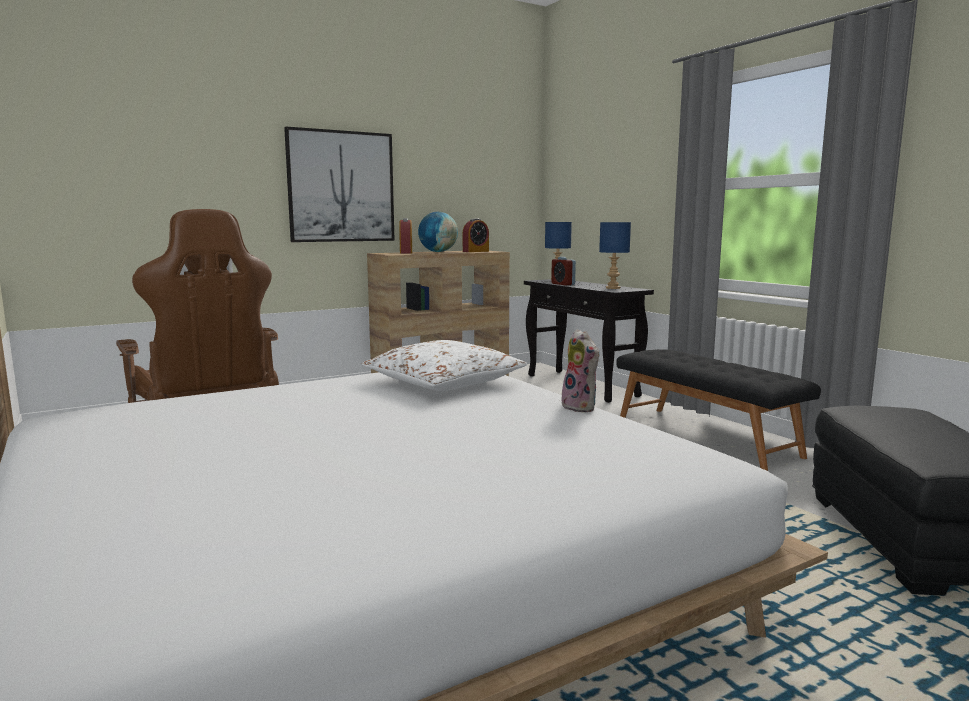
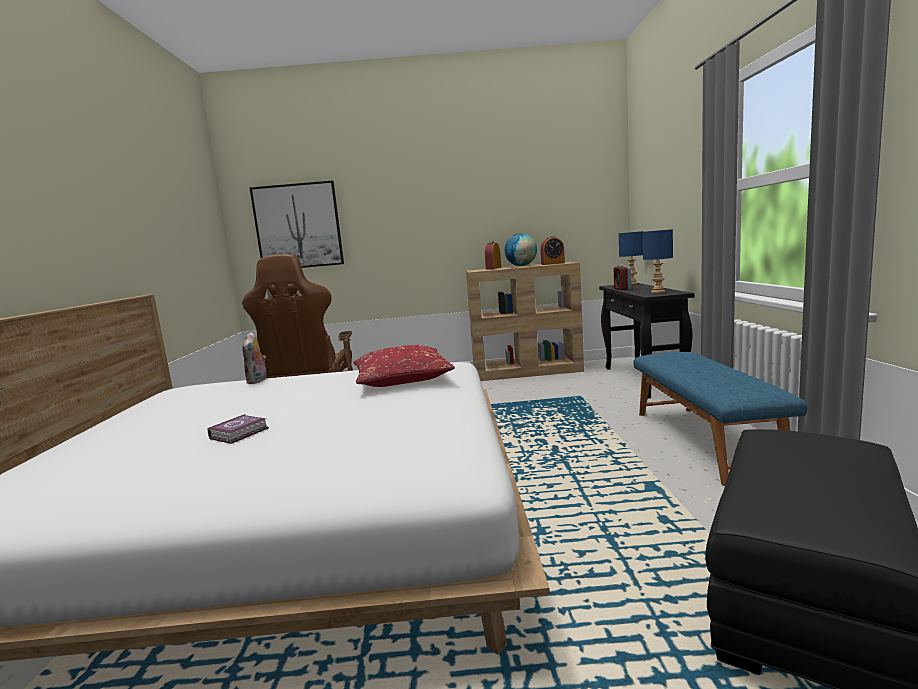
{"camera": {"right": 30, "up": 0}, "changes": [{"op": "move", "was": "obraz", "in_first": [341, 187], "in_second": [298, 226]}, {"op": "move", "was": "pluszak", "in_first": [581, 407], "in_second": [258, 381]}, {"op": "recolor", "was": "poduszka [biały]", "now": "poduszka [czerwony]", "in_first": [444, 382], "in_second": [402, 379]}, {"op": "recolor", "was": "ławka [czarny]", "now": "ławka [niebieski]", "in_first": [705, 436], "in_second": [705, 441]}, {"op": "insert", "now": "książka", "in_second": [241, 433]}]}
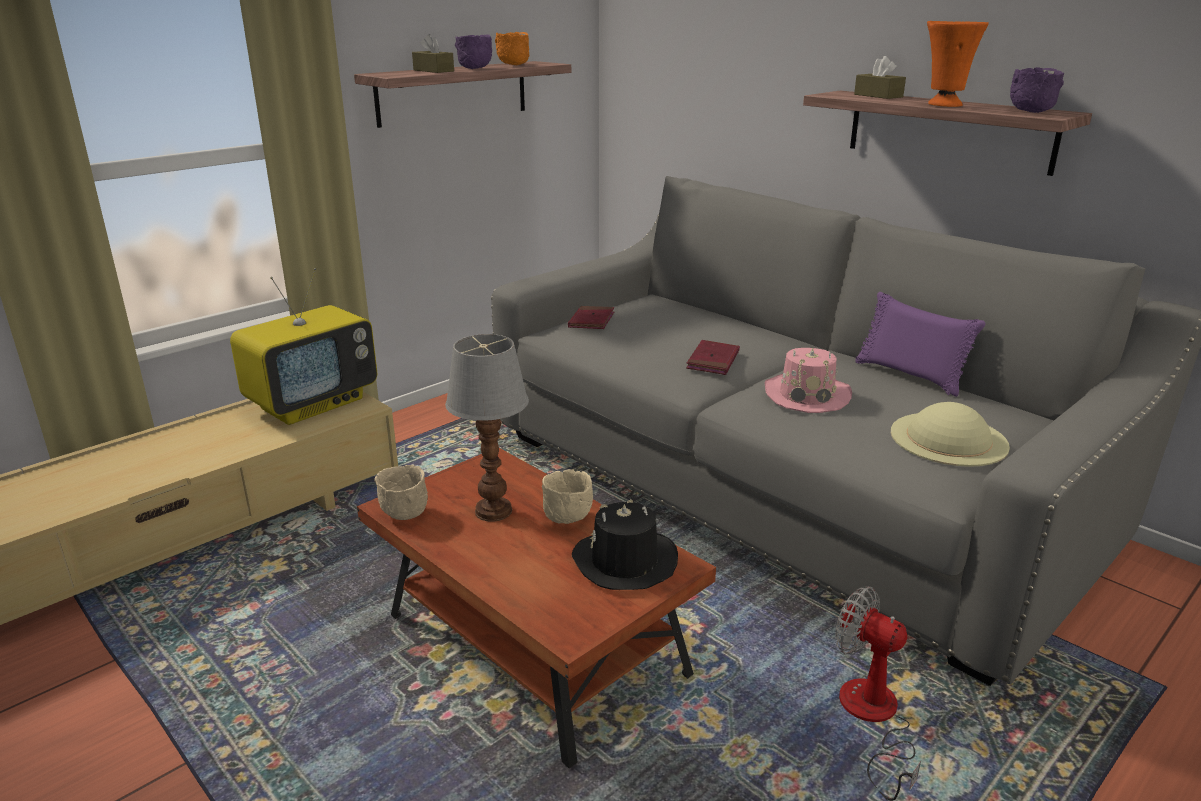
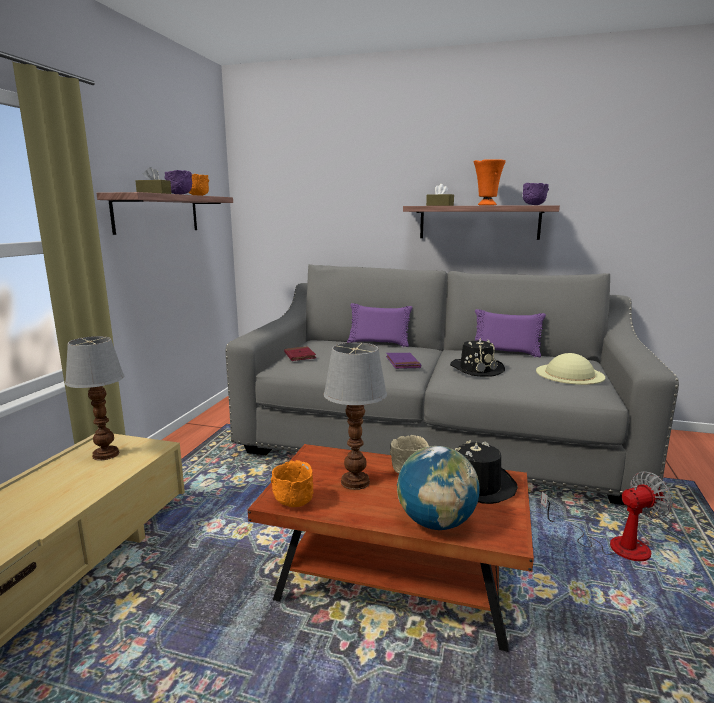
{"camera": {"right": -30, "up": -10}, "changes": [{"op": "replace", "was": "telewizor", "now": "lampa stołowa", "in_first": [313, 403], "in_second": [106, 454]}, {"op": "recolor", "was": "książka [czerwony]", "now": "książka [fioletowy]", "in_first": [713, 361], "in_second": [403, 363]}, {"op": "recolor", "was": "kapelusz [różowy]", "now": "kapelusz [czarny]", "in_first": [807, 395], "in_second": [476, 369]}, {"op": "recolor", "was": "miska [beżowy]", "now": "miska [pomarańczowy]", "in_first": [405, 513], "in_second": [293, 502]}, {"op": "rotate", "was": "wentylator", "in_first": [872, 719], "in_second": [613, 545], "clockwise": 150}, {"op": "insert", "now": "poduszka [fioletowy]", "in_second": [378, 344]}, {"op": "insert", "now": "globus", "in_second": [436, 523]}]}
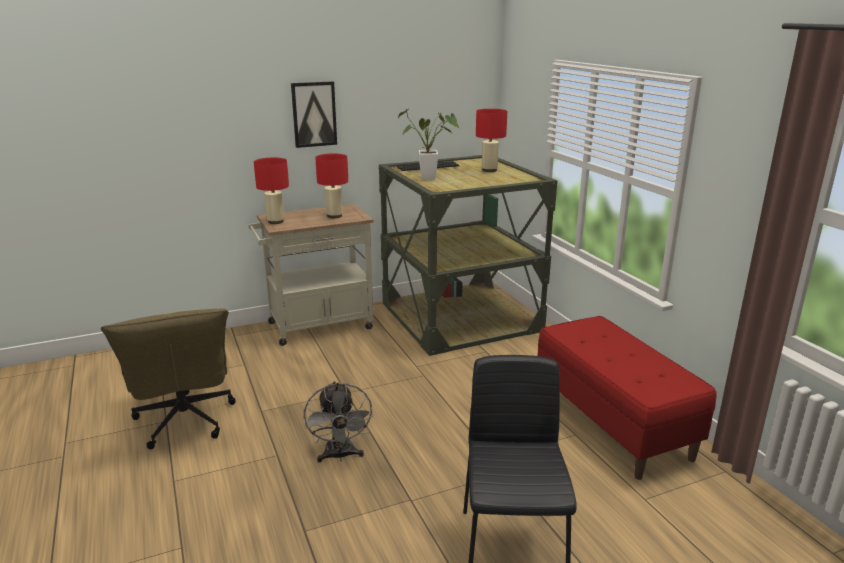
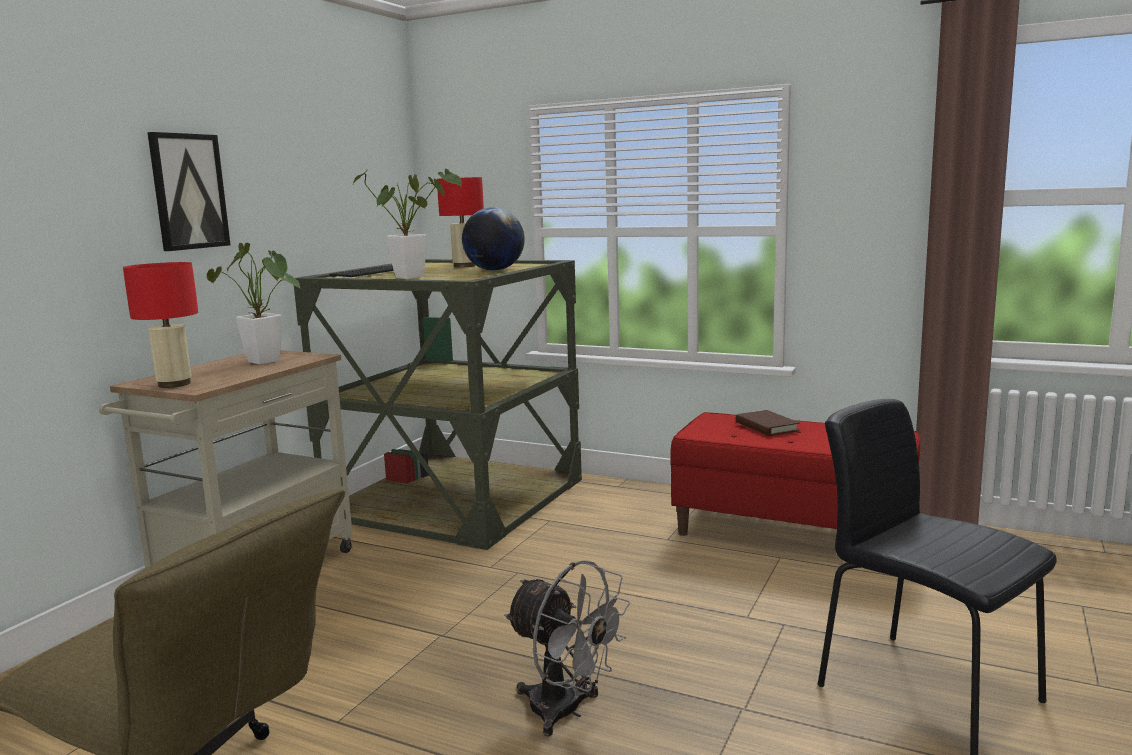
{"camera": {"right": -40, "up": -10}, "changes": [{"op": "replace", "was": "lampa stołowa [czerwony]", "now": "roślina doniczkowa", "in_first": [334, 216], "in_second": [267, 362]}, {"op": "insert", "now": "globus", "in_second": [495, 270]}, {"op": "insert", "now": "książka [brązowy]", "in_second": [766, 427]}]}
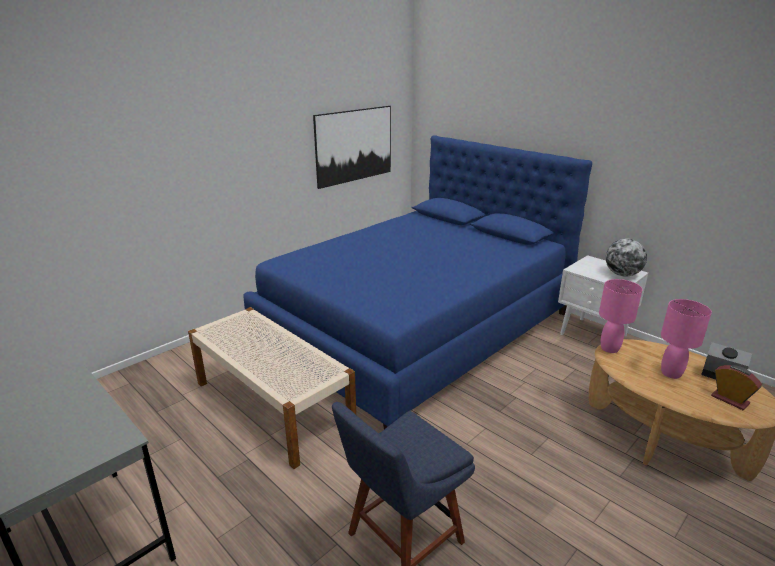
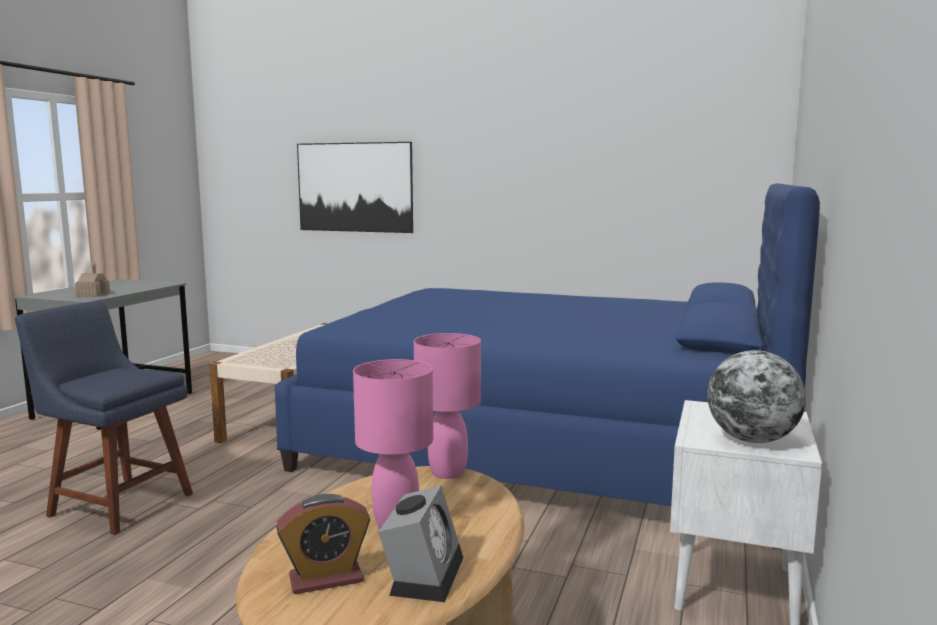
{"camera": {"right": 65, "up": -15}, "changes": [{"op": "move", "was": "obraz", "in_first": [354, 145], "in_second": [354, 187]}, {"op": "rotate", "was": "budzik", "in_first": [730, 400], "in_second": [326, 579], "clockwise": 45}, {"op": "insert", "now": "domek", "in_second": [93, 294]}]}
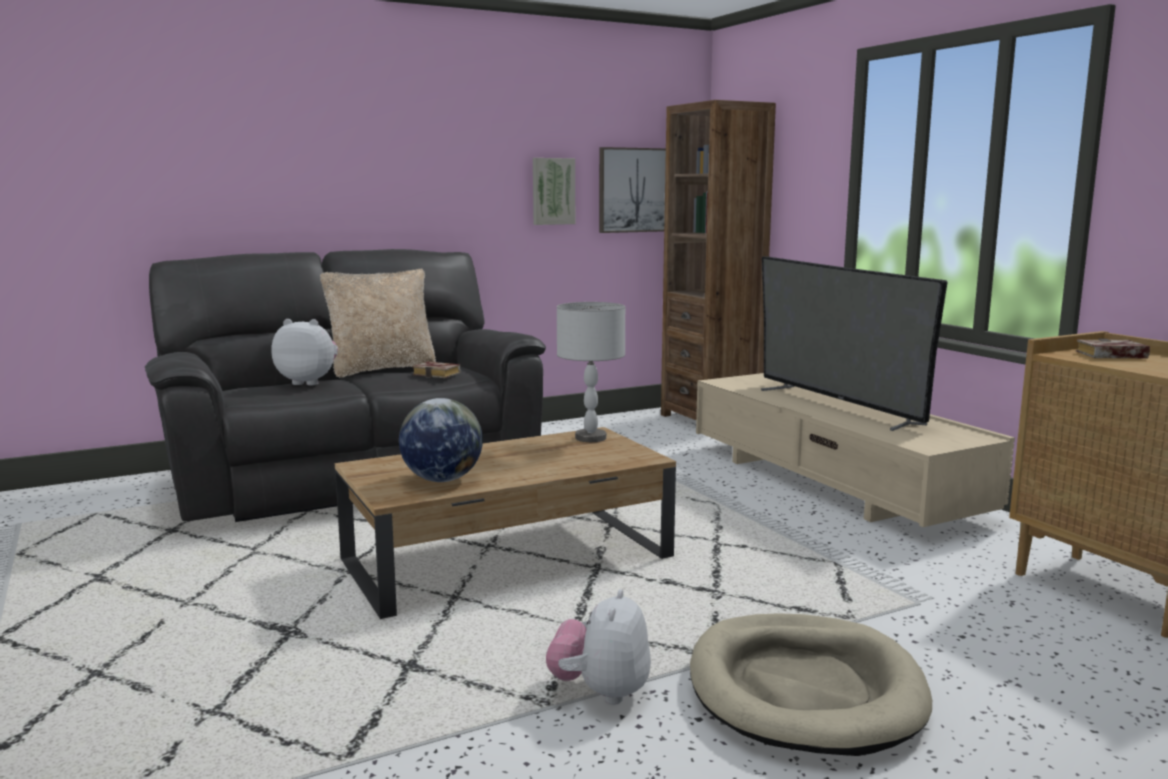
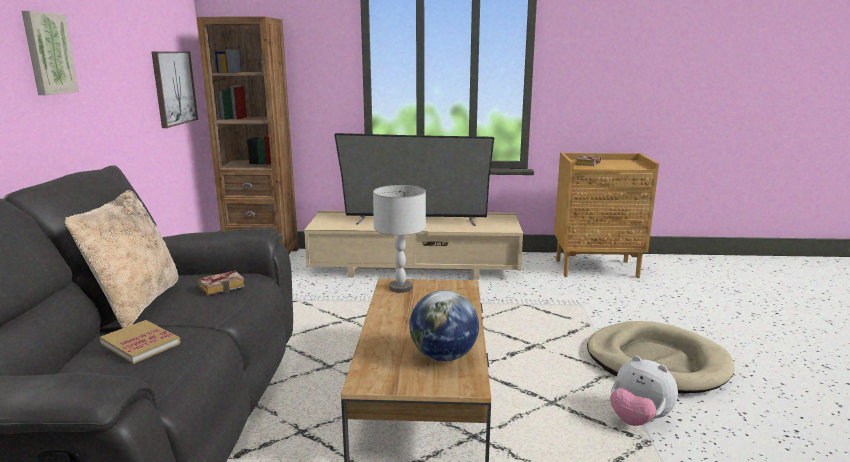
{"camera": {"right": -60, "up": 5}, "changes": [{"op": "move", "was": "obraz", "in_first": [552, 191], "in_second": [48, 53]}, {"op": "replace", "was": "pluszak", "now": "książka", "in_first": [309, 382], "in_second": [141, 344]}]}
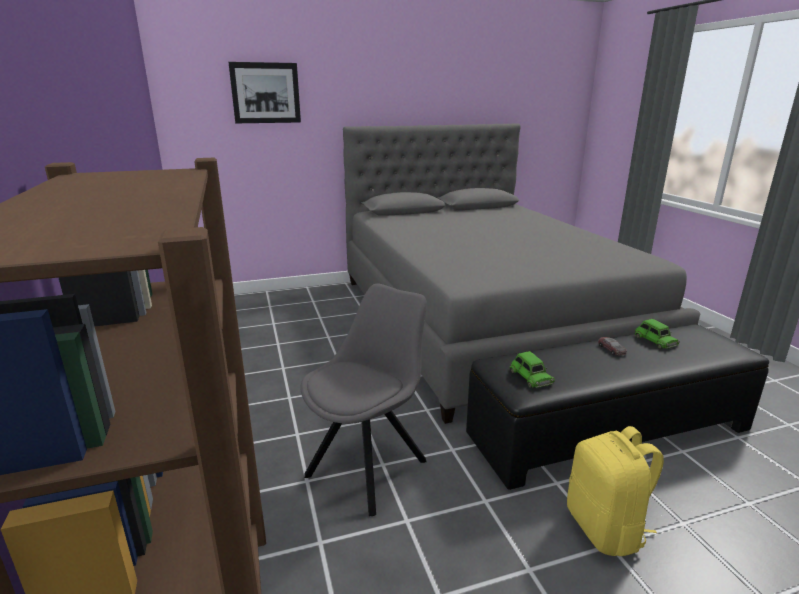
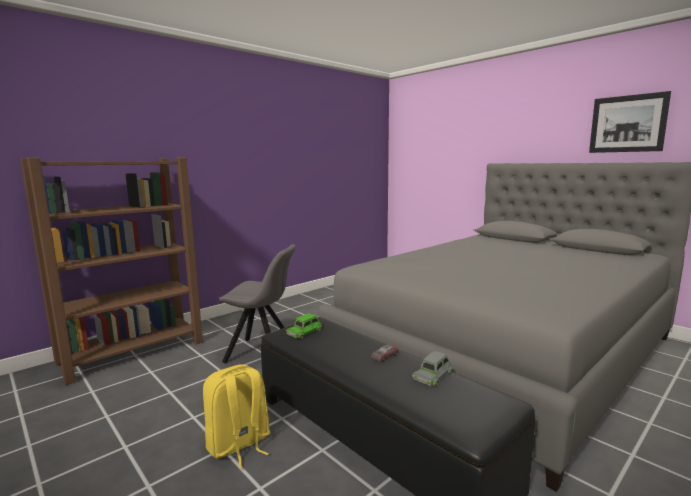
{"camera": {"right": 65, "up": -10}, "changes": [{"op": "move", "was": "obraz", "in_first": [265, 93], "in_second": [627, 124]}, {"op": "recolor", "was": "samochodzik [zielony]", "now": "samochodzik [szary]", "in_first": [655, 340], "in_second": [432, 375]}]}
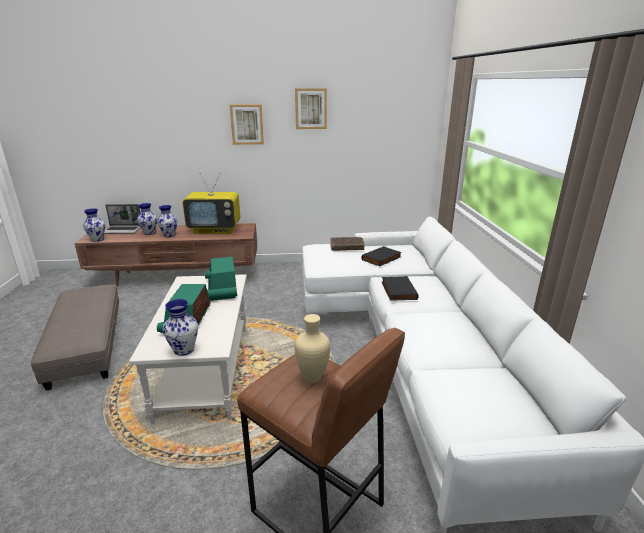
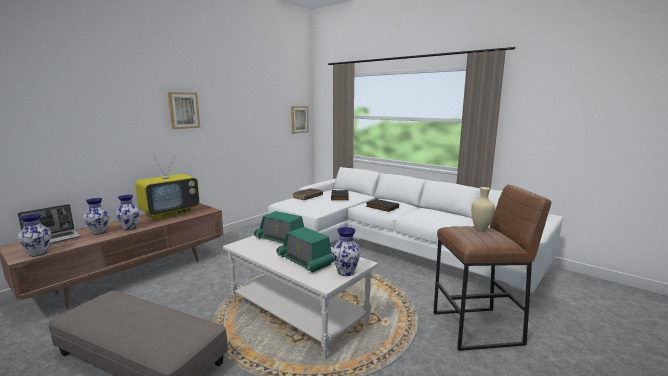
{"camera": {"right": -45, "up": -10}, "changes": [{"op": "move", "was": "obraz", "in_first": [311, 109], "in_second": [299, 119]}]}
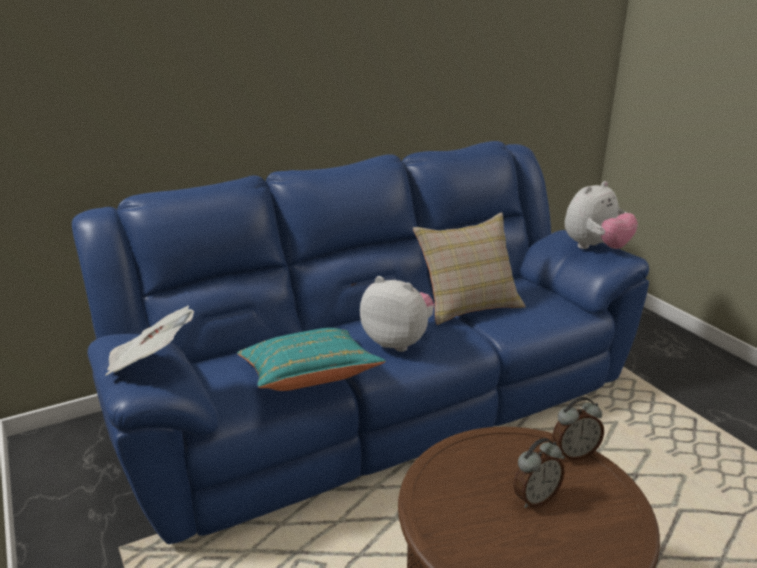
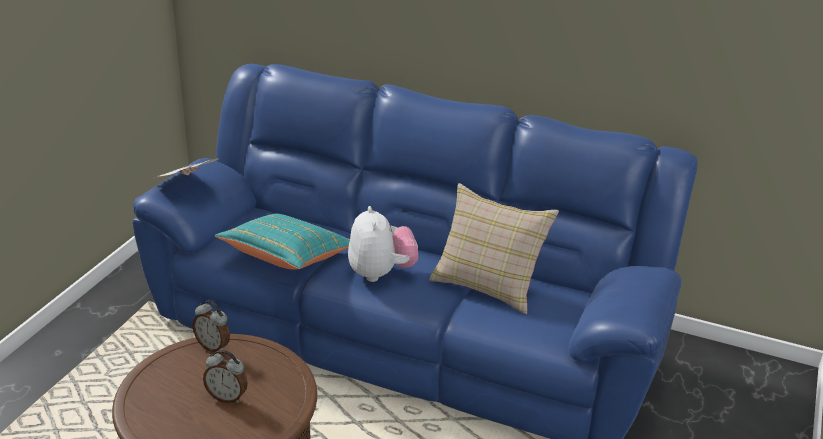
{"camera": {"right": 50, "up": 5}, "changes": [{"op": "delete", "was": "pluszak", "in_first": [595, 248]}, {"op": "move", "was": "budzik", "in_first": [574, 453], "in_second": [213, 346]}]}
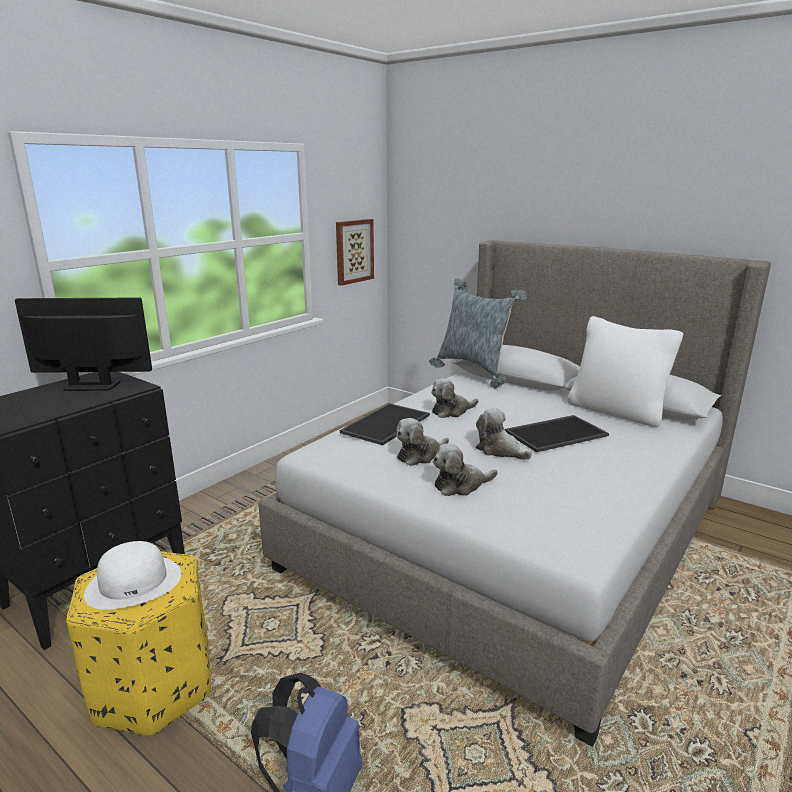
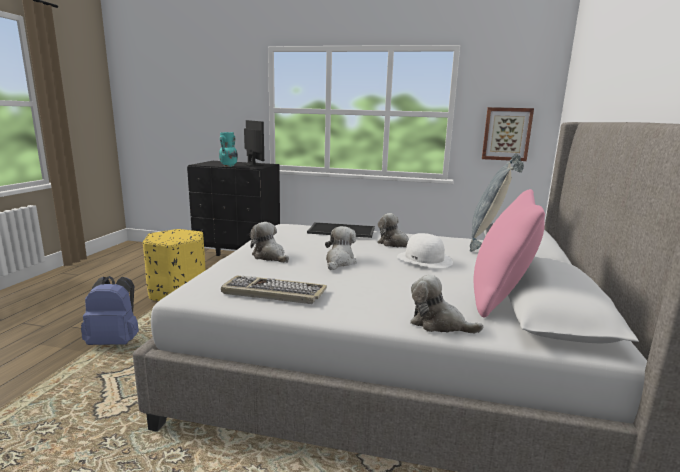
{"camera": {"right": 65, "up": -5}, "changes": [{"op": "recolor", "was": "poduszka [biały]", "now": "poduszka [różowy]", "in_first": [616, 411], "in_second": [499, 298]}, {"op": "delete", "was": "taca", "in_first": [556, 433]}, {"op": "move", "was": "pluszak", "in_first": [420, 455], "in_second": [438, 324]}, {"op": "move", "was": "kapelusz [biały]", "in_first": [134, 582], "in_second": [424, 259]}, {"op": "insert", "now": "wazon [turkusowy]", "in_second": [228, 166]}, {"op": "insert", "now": "klawiatura", "in_second": [272, 292]}]}
